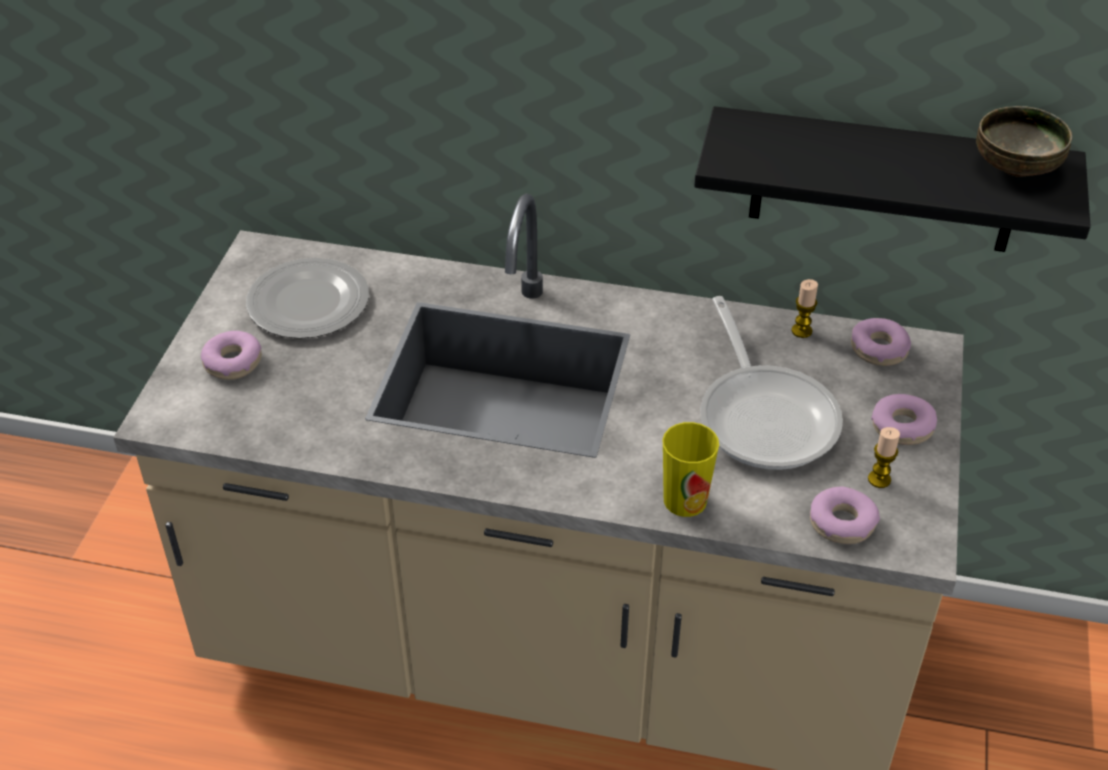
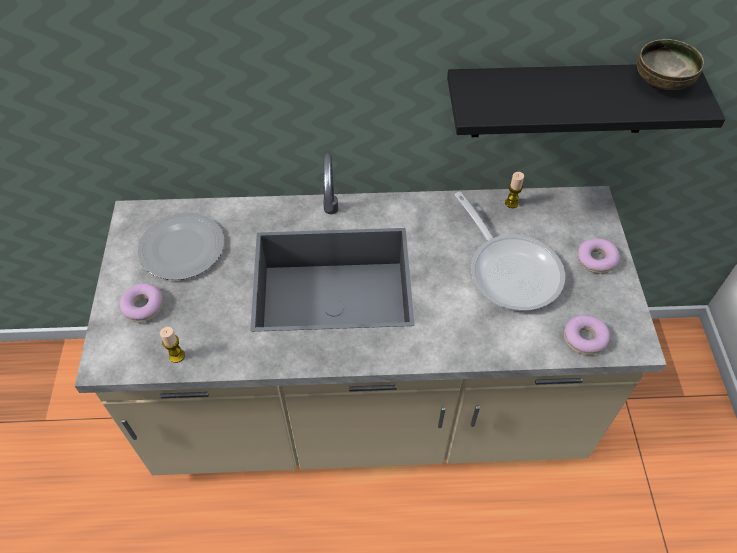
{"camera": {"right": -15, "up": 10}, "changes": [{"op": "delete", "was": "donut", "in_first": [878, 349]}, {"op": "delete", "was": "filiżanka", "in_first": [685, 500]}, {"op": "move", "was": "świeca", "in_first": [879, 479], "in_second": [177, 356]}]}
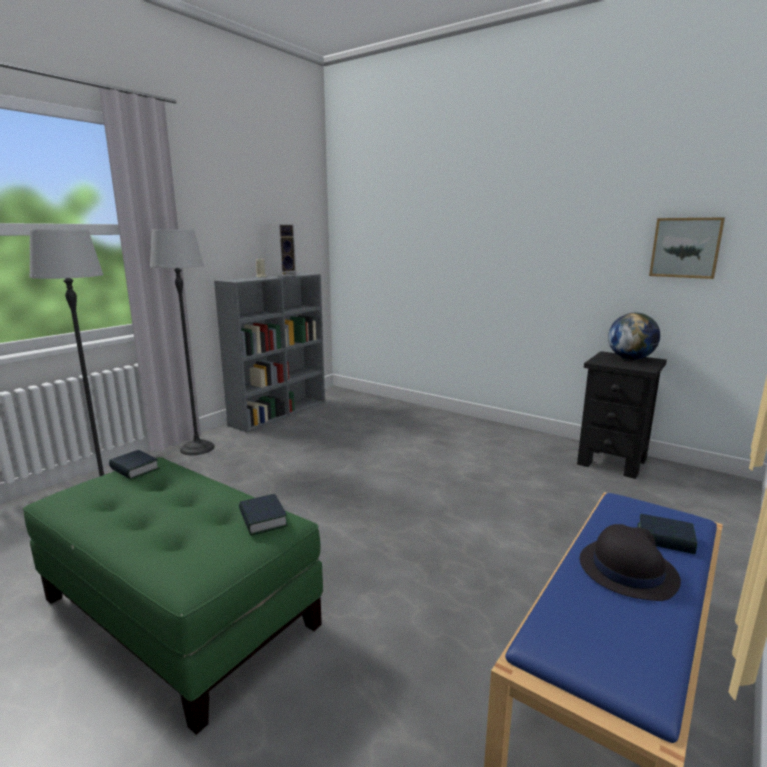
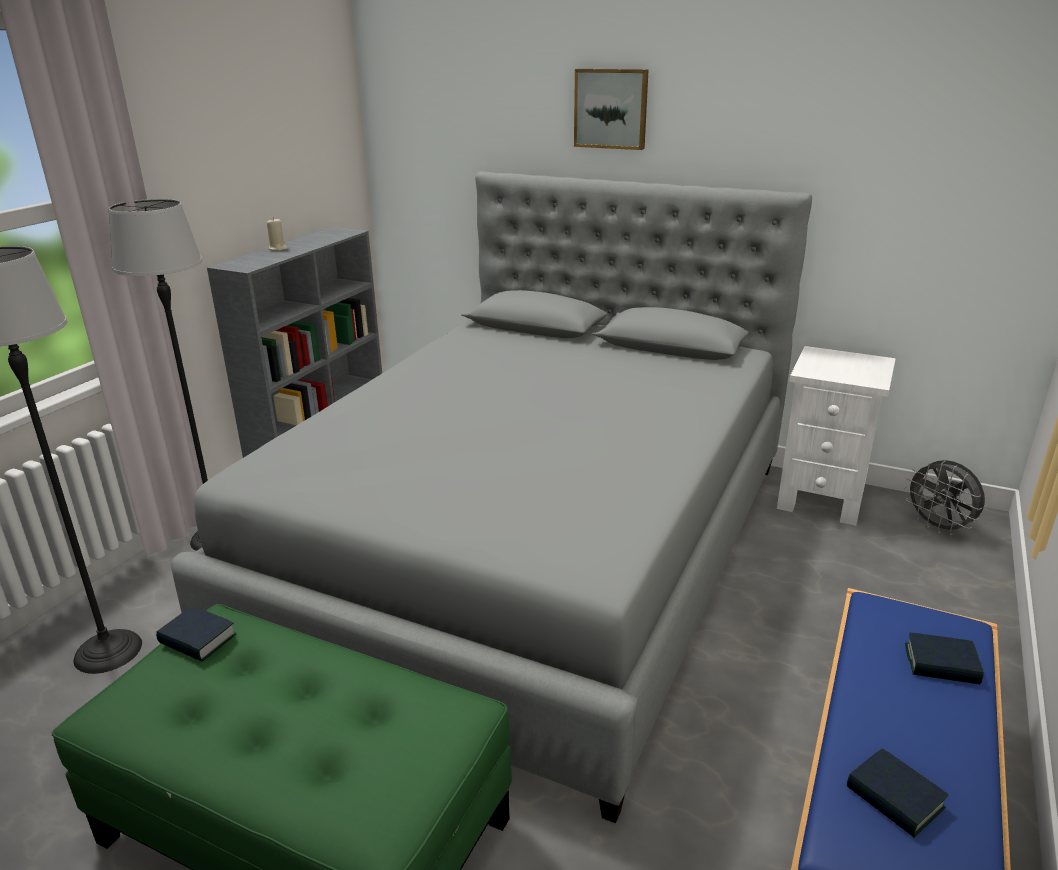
{"camera": {"right": -10, "up": 10}, "changes": [{"op": "move", "was": "obraz", "in_first": [685, 247], "in_second": [611, 108]}, {"op": "delete", "was": "głośnik", "in_first": [283, 275]}, {"op": "delete", "was": "globus", "in_first": [630, 359]}, {"op": "recolor", "was": "szafka nocna [czarny]", "now": "szafka nocna [biały]", "in_first": [612, 462], "in_second": [822, 500]}, {"op": "move", "was": "książka", "in_first": [263, 519], "in_second": [894, 798]}, {"op": "delete", "was": "kapelusz [czarny]", "in_first": [627, 570]}, {"op": "insert", "now": "łóżko [szary]", "in_second": [535, 549]}, {"op": "insert", "now": "wentylator [szary]", "in_second": [938, 527]}]}
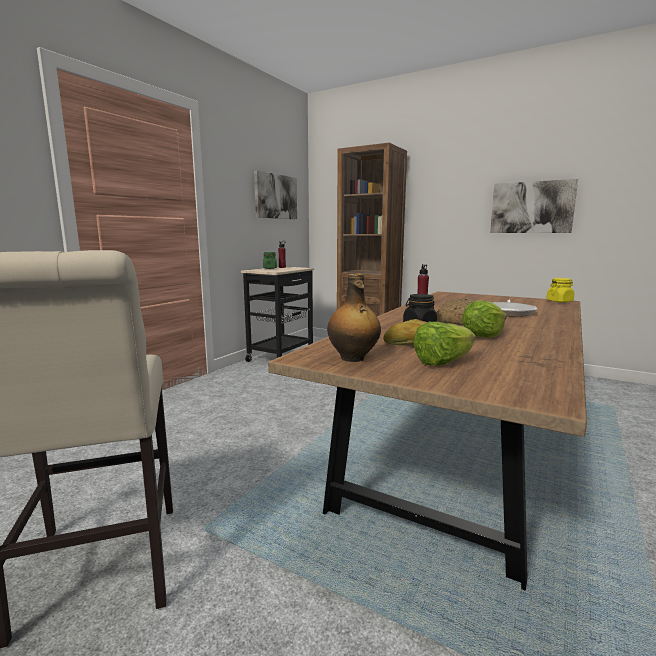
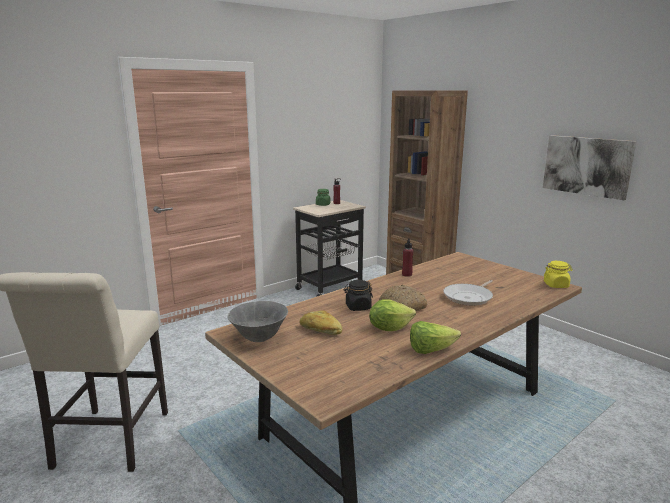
{"camera": {"right": 20, "up": 5}, "changes": [{"op": "delete", "was": "obraz", "in_first": [275, 196]}, {"op": "replace", "was": "butelka", "now": "miska [szary]", "in_first": [353, 358], "in_second": [259, 338]}, {"op": "move", "was": "sałata", "in_first": [443, 362], "in_second": [431, 350]}]}
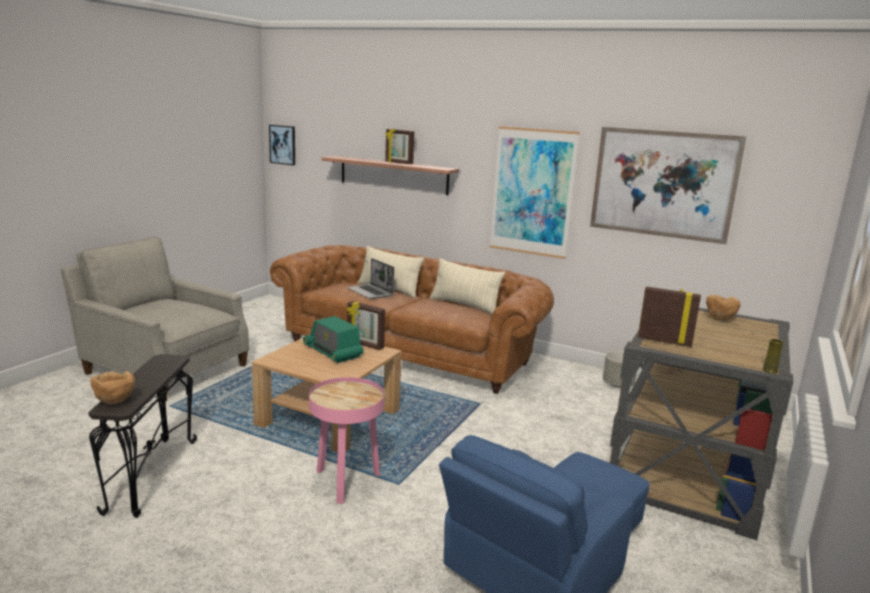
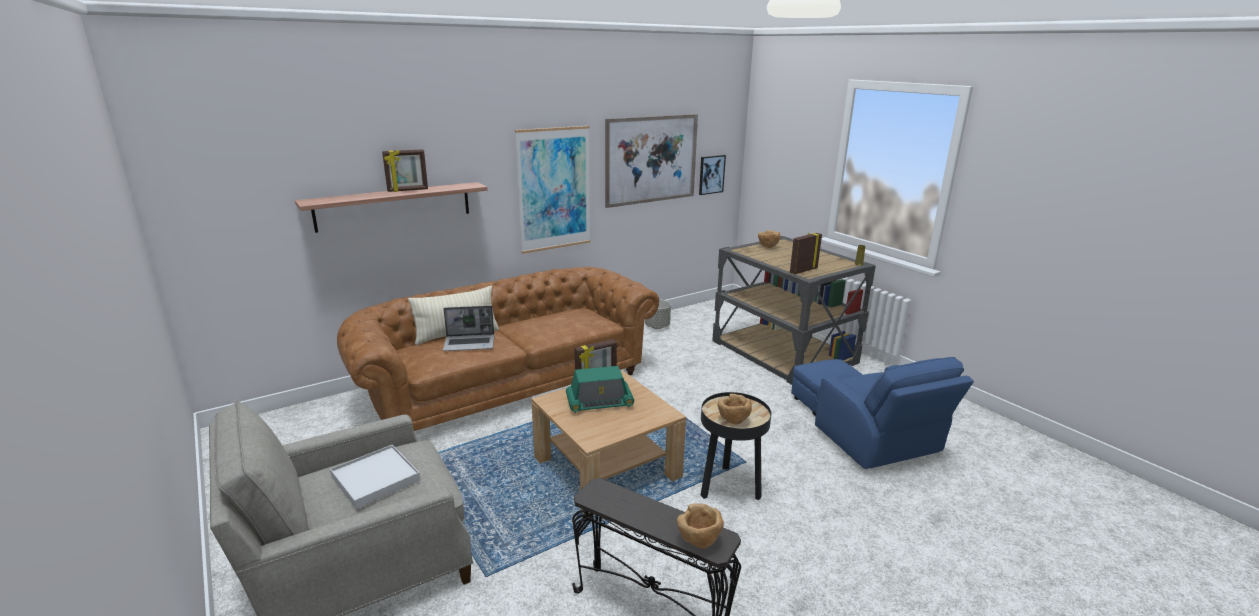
{"camera": {"right": -60, "up": 5}, "changes": [{"op": "move", "was": "obraz", "in_first": [283, 144], "in_second": [711, 174]}, {"op": "delete", "was": "poduszka [beżowy]", "in_first": [464, 305]}, {"op": "recolor", "was": "stolik [różowy]", "now": "stolik [czarny]", "in_first": [346, 482], "in_second": [729, 487]}, {"op": "insert", "now": "miska [brązowy]", "in_second": [733, 421]}, {"op": "insert", "now": "taca [biały]", "in_second": [376, 478]}]}
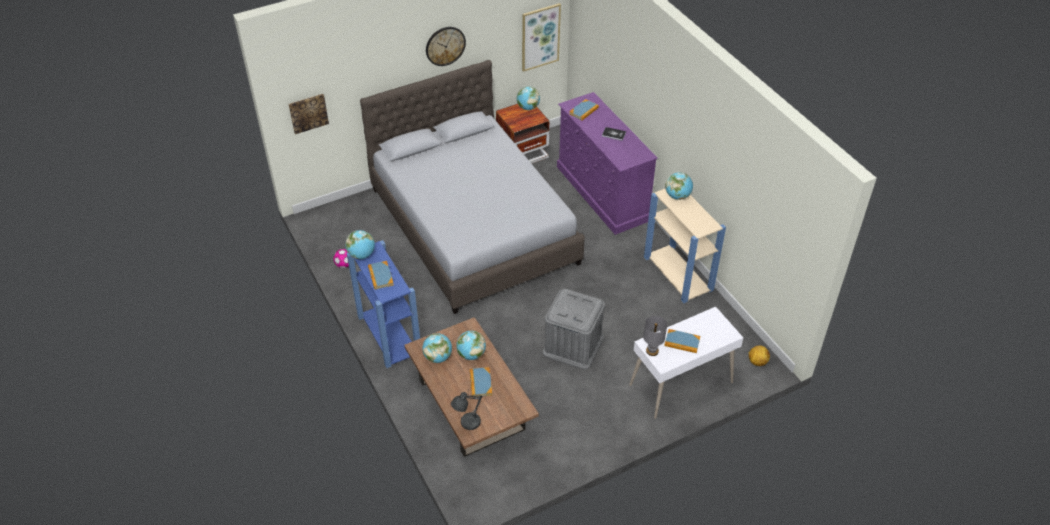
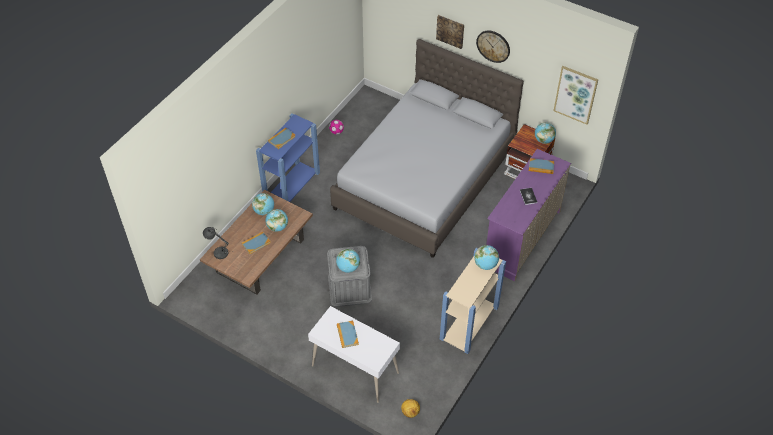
{"camera": {"right": 60, "up": 5}, "changes": [{"op": "move", "was": "obraz", "in_first": [308, 113], "in_second": [450, 31]}, {"op": "move", "was": "globus", "in_first": [361, 255], "in_second": [348, 268]}, {"op": "delete", "was": "lampa stołowa [szary]", "in_first": [652, 351]}]}
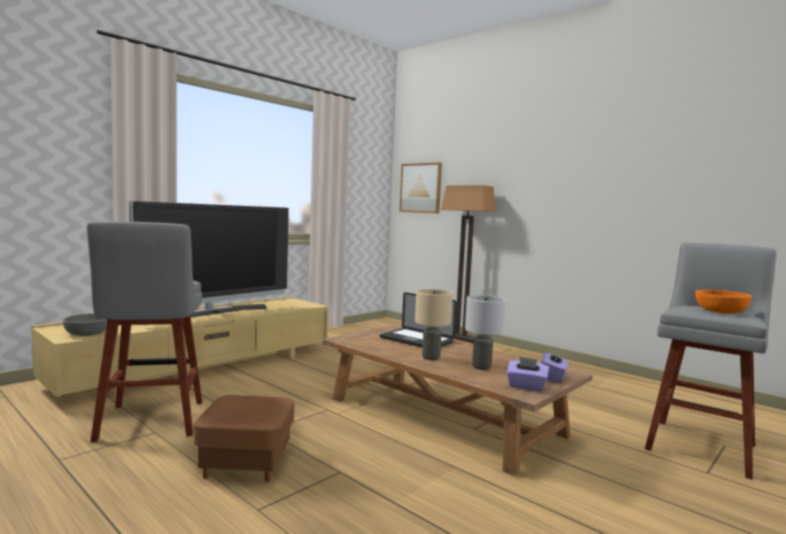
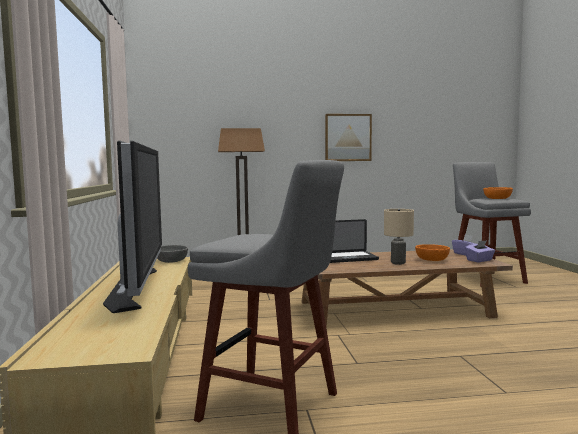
{"camera": {"right": -50, "up": 0}, "changes": [{"op": "move", "was": "obraz", "in_first": [421, 188], "in_second": [348, 137]}, {"op": "replace", "was": "lampa stołowa [biały]", "now": "miska [pomarańczowy]", "in_first": [481, 367], "in_second": [432, 259]}, {"op": "move", "was": "miska [szary]", "in_first": [87, 333], "in_second": [171, 261]}, {"op": "delete", "was": "pufa [brązowy]", "in_first": [246, 463]}]}
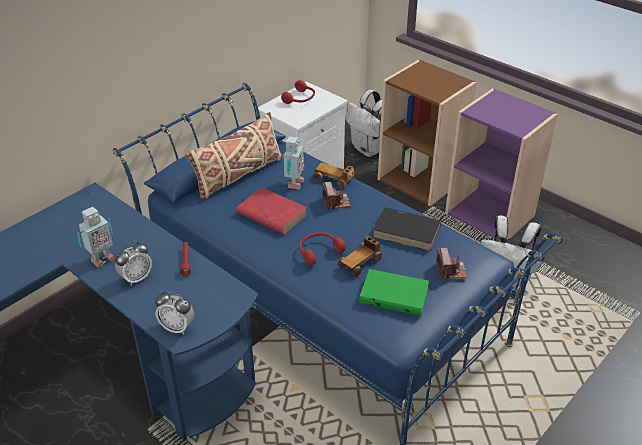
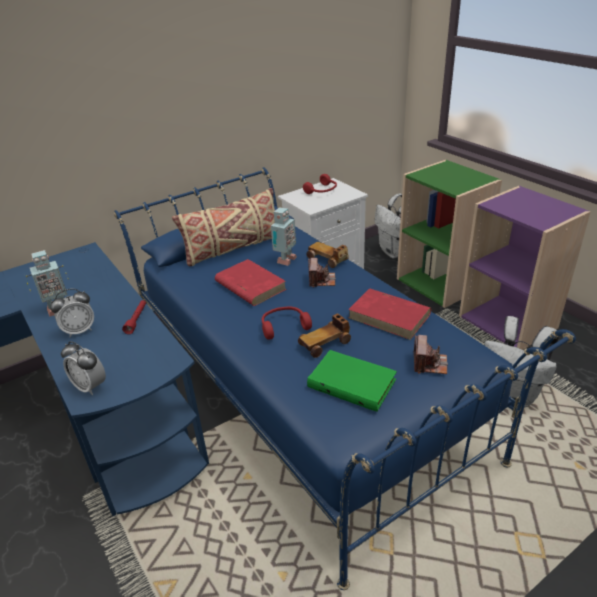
{"camera": {"right": 15, "up": -5}, "changes": [{"op": "recolor", "was": "regał [brązowy]", "now": "regał [zielony]", "in_first": [421, 180], "in_second": [440, 283]}, {"op": "recolor", "was": "książka [czarny]", "now": "książka [czerwony]", "in_first": [407, 231], "in_second": [390, 316]}]}
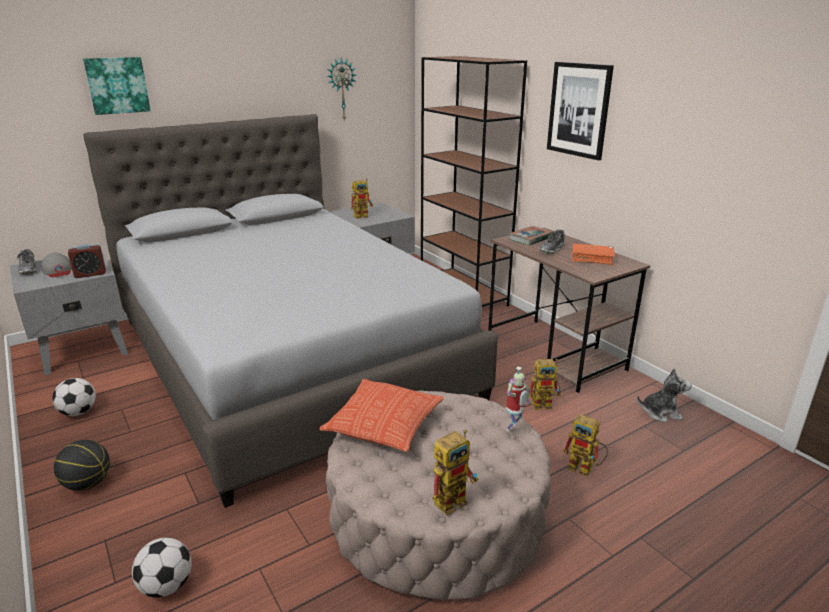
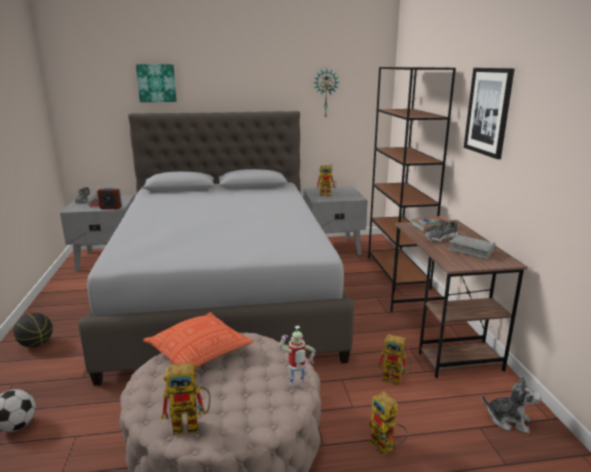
{"camera": {"right": 25, "up": -5}, "changes": [{"op": "recolor", "was": "książka [pomarańczowy]", "now": "książka [szary]", "in_first": [591, 259], "in_second": [471, 251]}, {"op": "delete", "was": "piłka futbolowa", "in_first": [78, 412]}]}
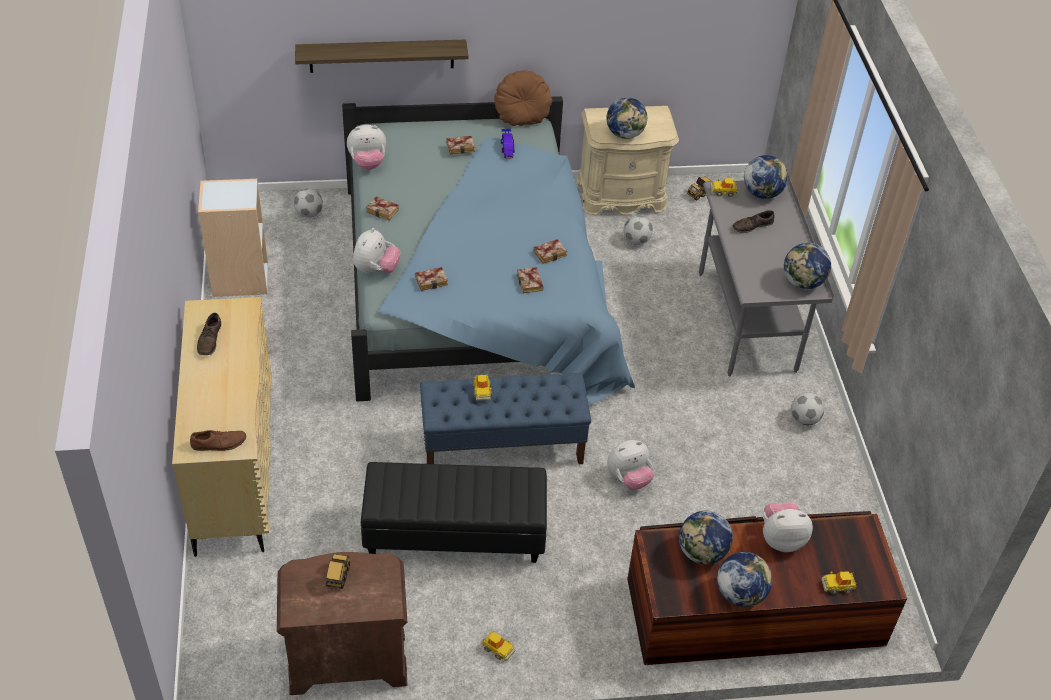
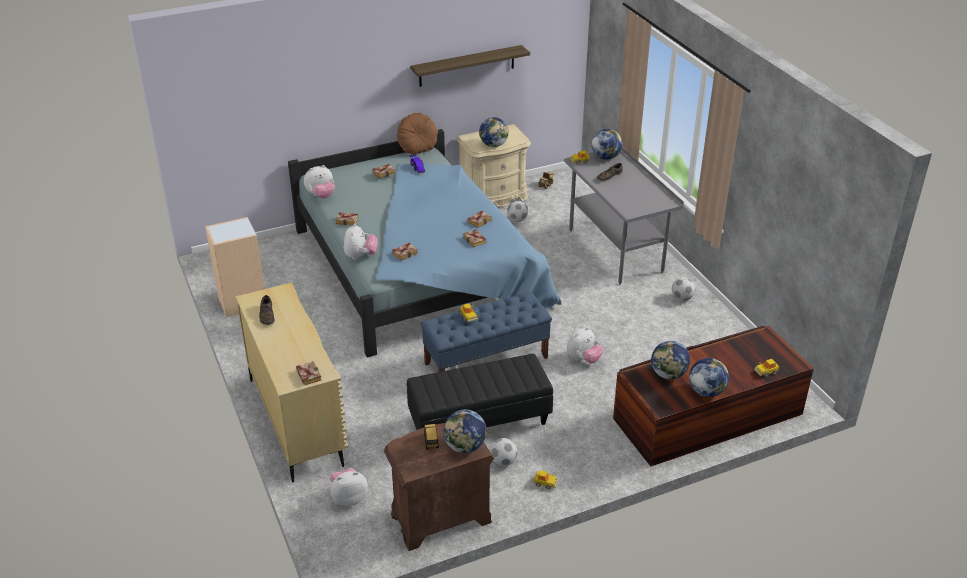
{"camera": {"right": -15, "up": -10}, "changes": [{"op": "move", "was": "półka", "in_first": [381, 55], "in_second": [467, 66]}, {"op": "move", "was": "piłka futbolowa", "in_first": [309, 214], "in_second": [502, 462]}, {"op": "move", "was": "globus", "in_first": [803, 282], "in_second": [465, 447]}, {"op": "replace", "was": "but [brązowy]", "now": "książka", "in_first": [219, 443], "in_second": [307, 375]}, {"op": "move", "was": "pluszak", "in_first": [781, 539], "in_second": [348, 498]}]}
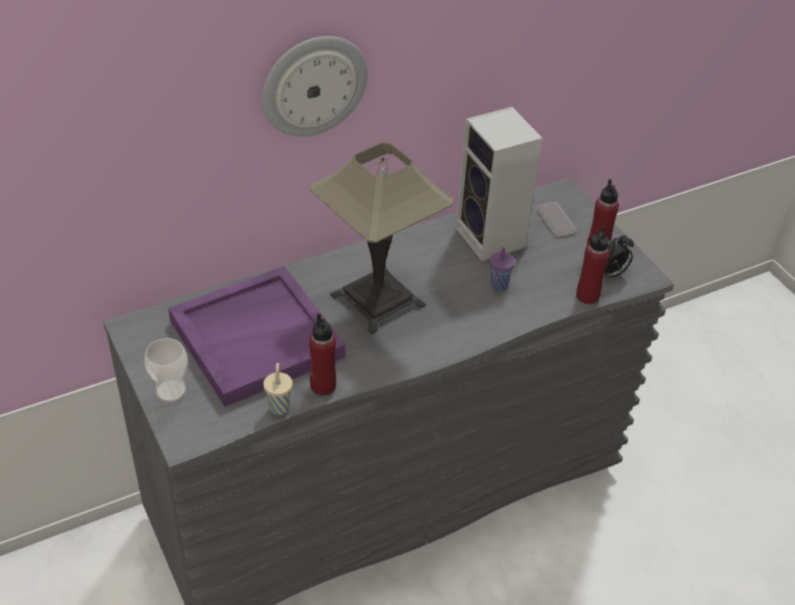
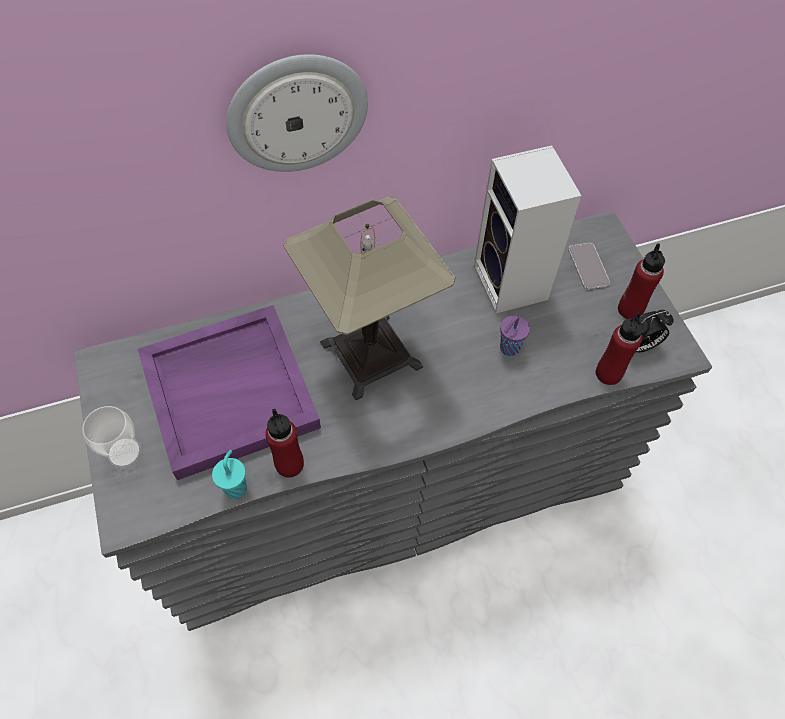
{"camera": {"right": 10, "up": 15}, "changes": [{"op": "recolor", "was": "filiżanka [beżowy]", "now": "filiżanka [turkusowy]", "in_first": [279, 406], "in_second": [236, 487]}]}
